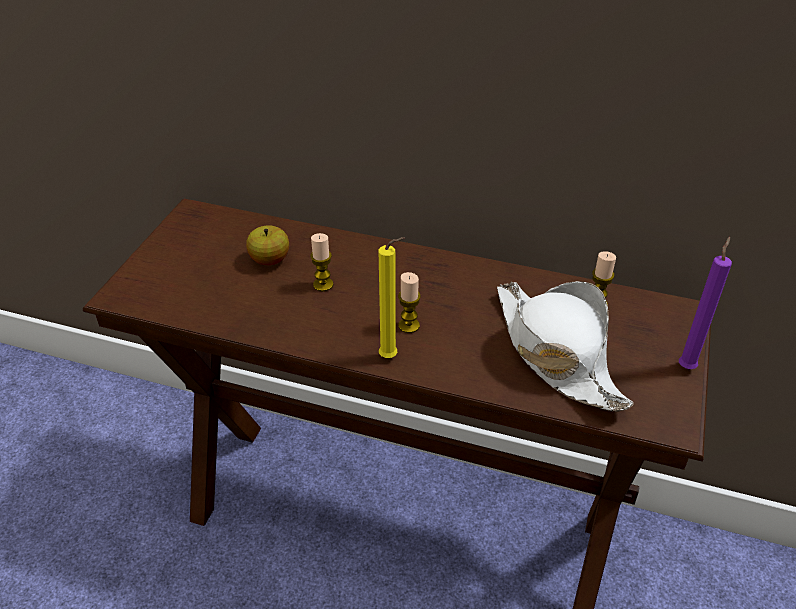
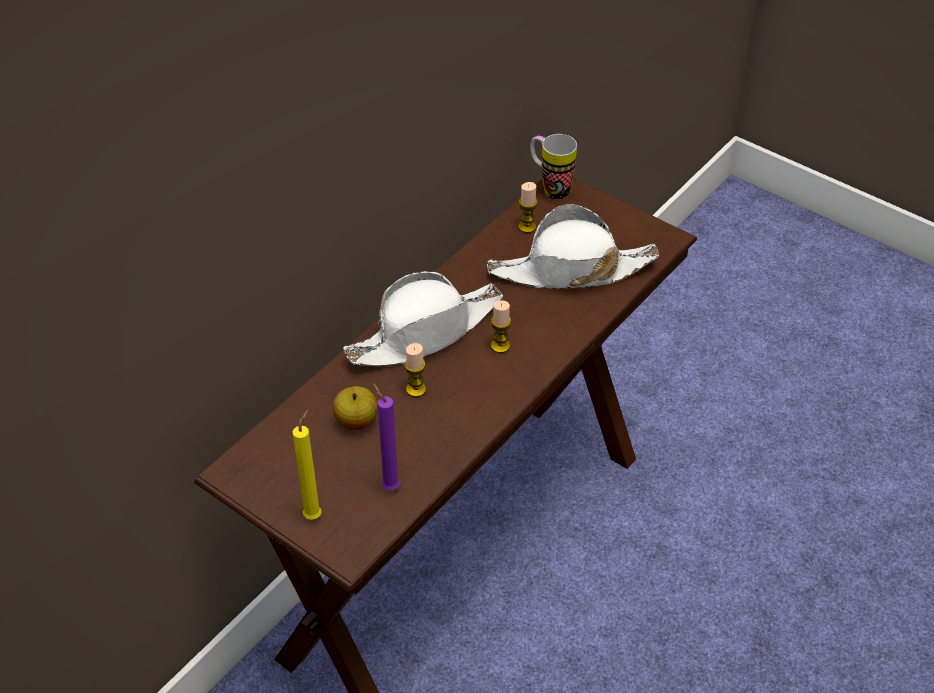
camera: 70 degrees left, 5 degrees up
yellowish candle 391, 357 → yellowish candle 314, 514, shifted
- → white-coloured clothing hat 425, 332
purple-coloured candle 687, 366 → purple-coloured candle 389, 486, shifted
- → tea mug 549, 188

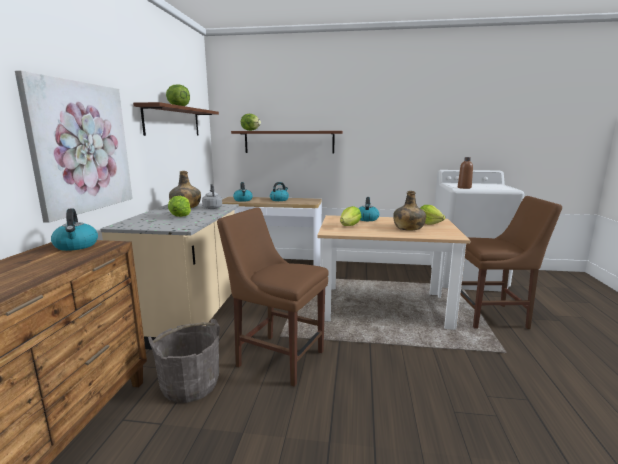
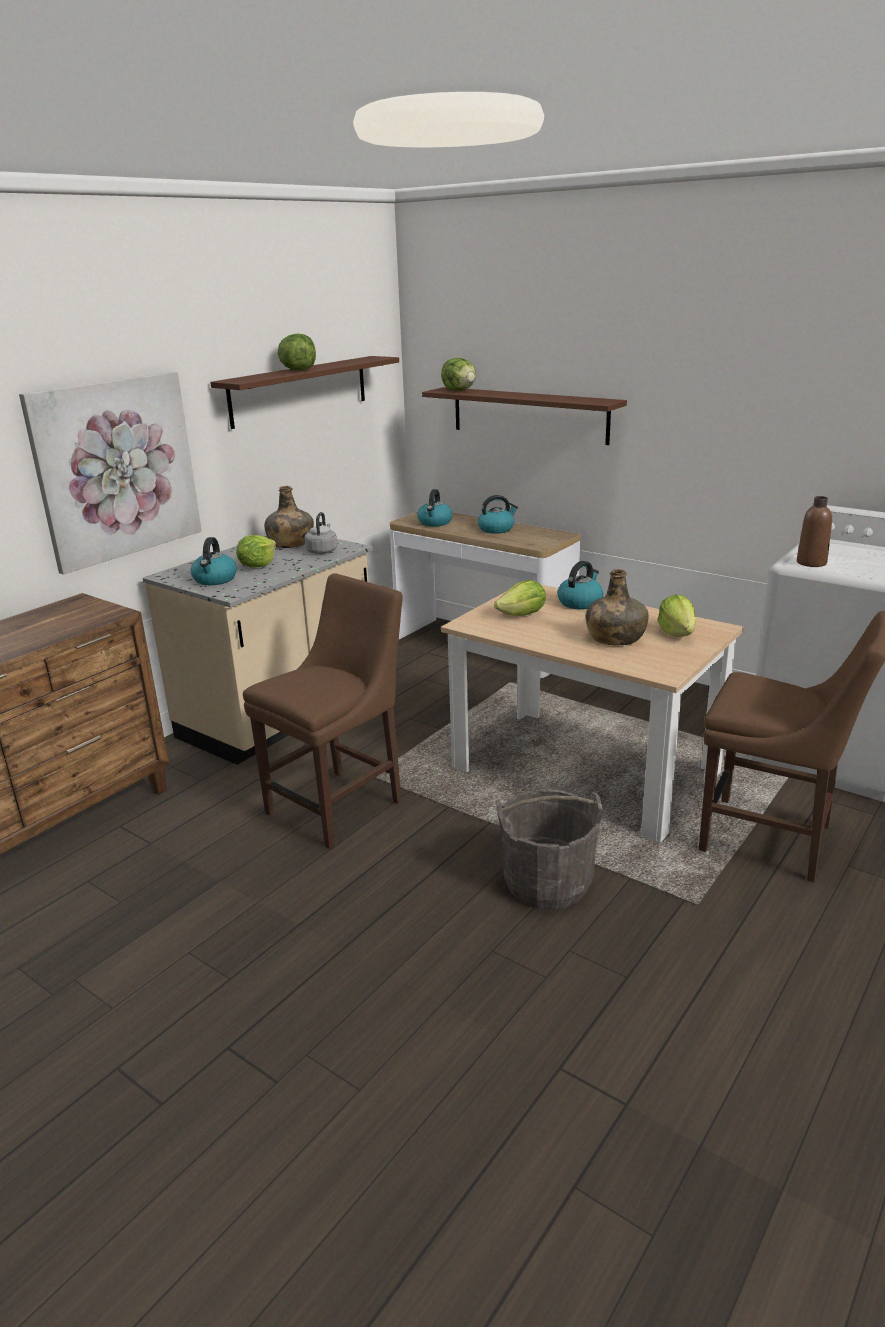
camera: 30 degrees right, 10 degrees up
kettle 76, 246 → kettle 215, 580, shifted
brown chair 277, 357 → brown chair 340, 804, 75 degrees clockwise
gray bucket 190, 384 → gray bucket 547, 882, shifted

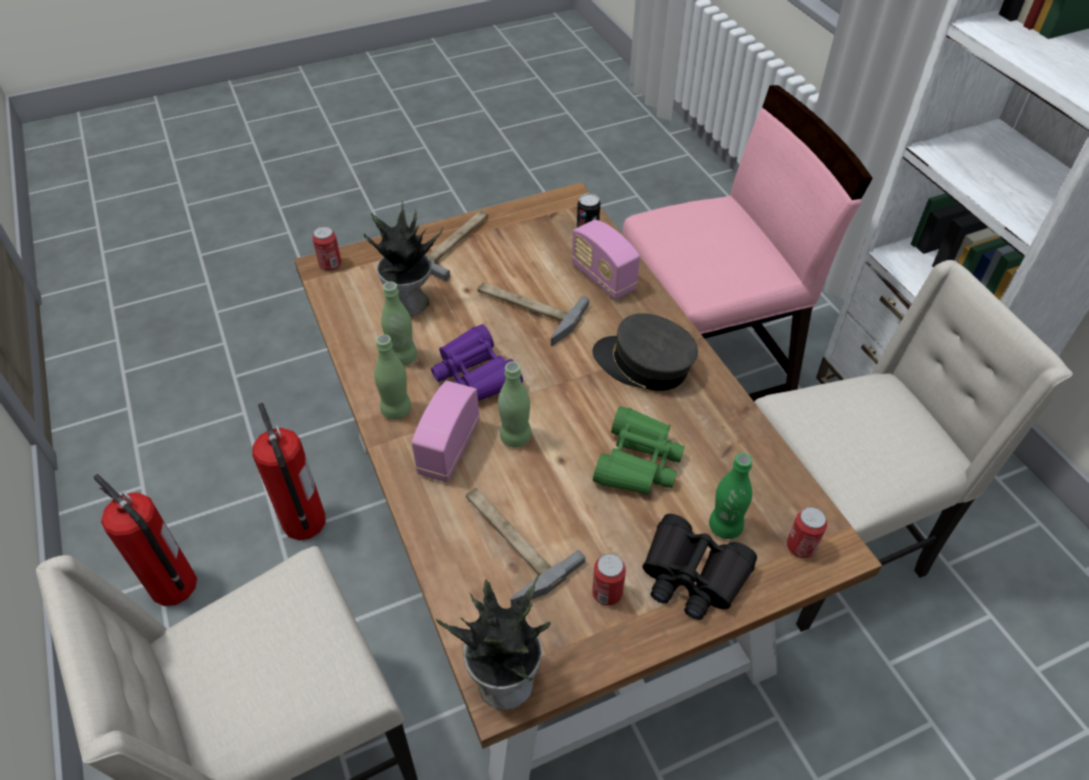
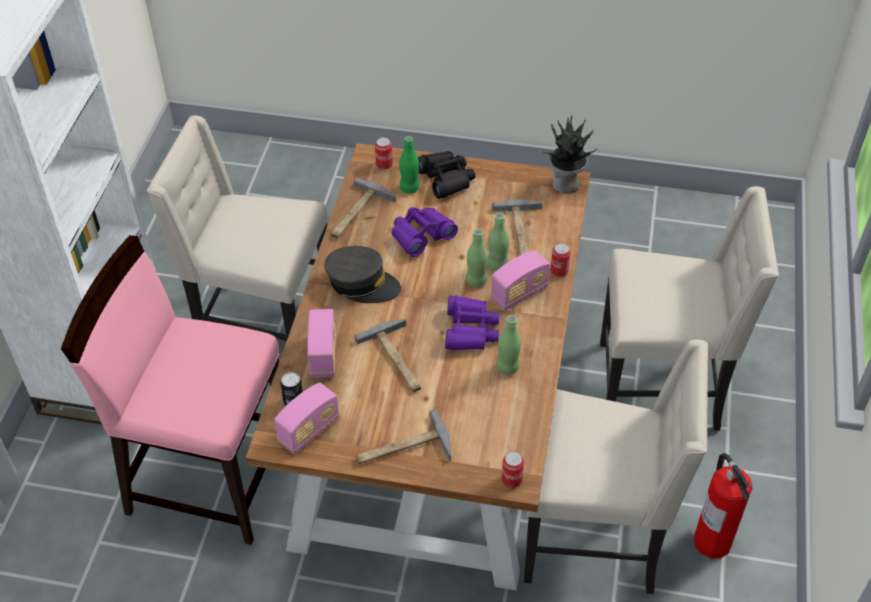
camera: 145 degrees left, 0 degrees up
- → radio set 309, 431
gray cap 643, 365 → gray cap 362, 283, 45 degrees counterclockwise
- → hand hammer 357, 214
greenish pair of binoculars 638, 462 → purple-coloured pair of binoculars 421, 235
greenish drink bottle 396, 410 → greenish drink bottle 497, 265, shifted
fire-fighting cylinder 304, 522 → beige chair 596, 537
can 607, 593 → can 559, 271, shifted
plant in a pot 410, 303 → -

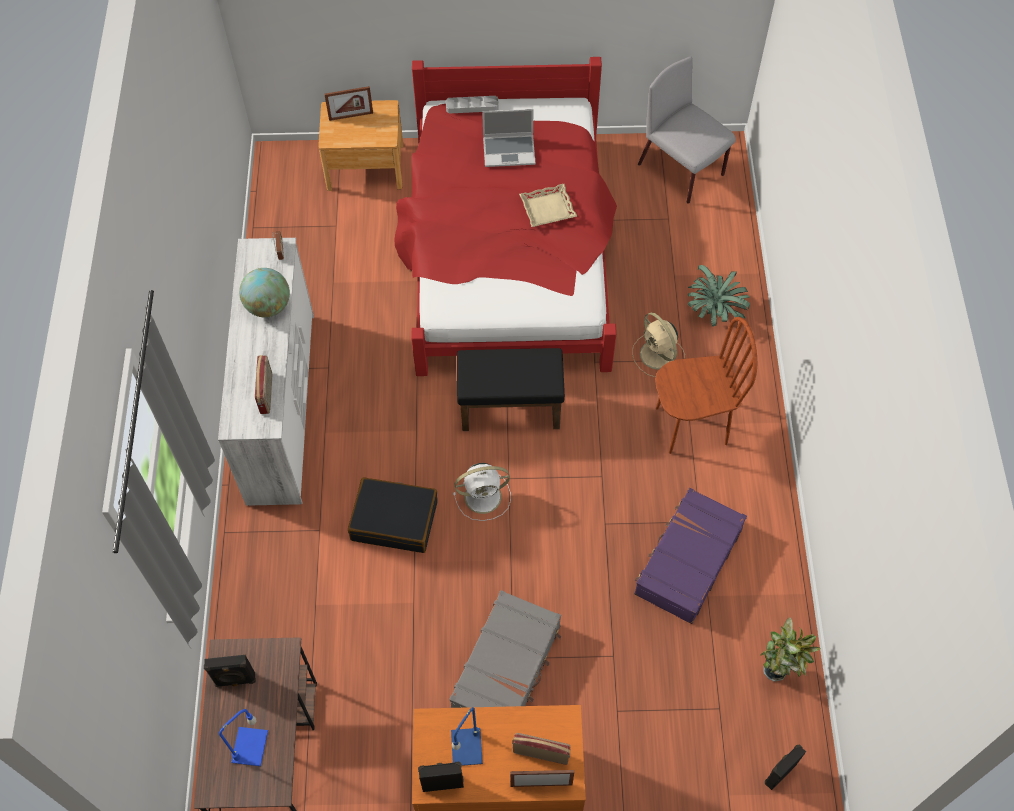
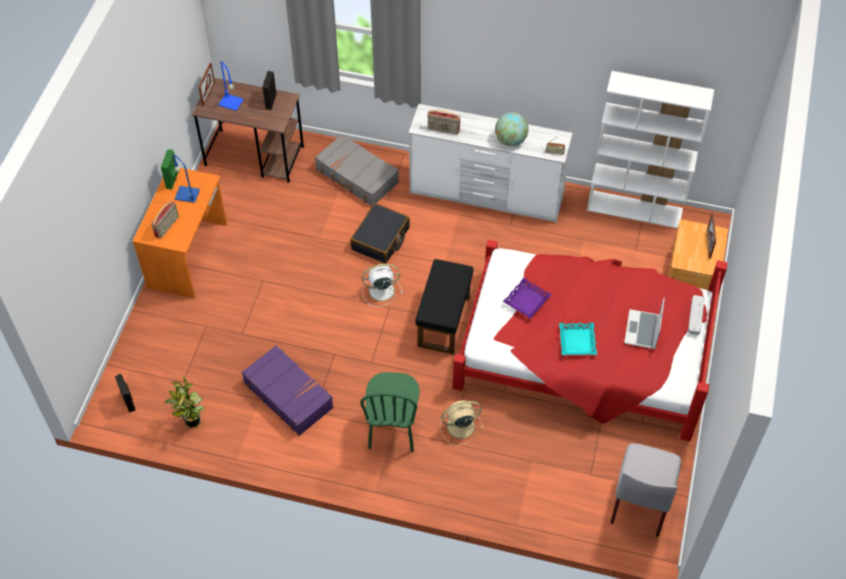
camera: 105 degrees right, 5 degrees down
black-coloured speaker 442, 783 → greenish speaker 173, 180
photo frame 541, 784 → photo frame 208, 94, shifted
gray piece of luggage 507, 667 → gray piece of luggage 357, 176, shifted
brown chair 691, 425 → greenish chair 392, 430
white-coloured electric fan 484, 496 → white-coloured electric fan 380, 290, 75 degrees clockwise
- → purple-coloured carrying tray 527, 301
beige carrying tray 547, 208 → turquoise-coloured carrying tray 577, 341
- → white-coloured bookshelf 635, 209
gray chair 682, 170 → gray chair 640, 501, 135 degrees clockwise
plant in a pot 715, 310 → -

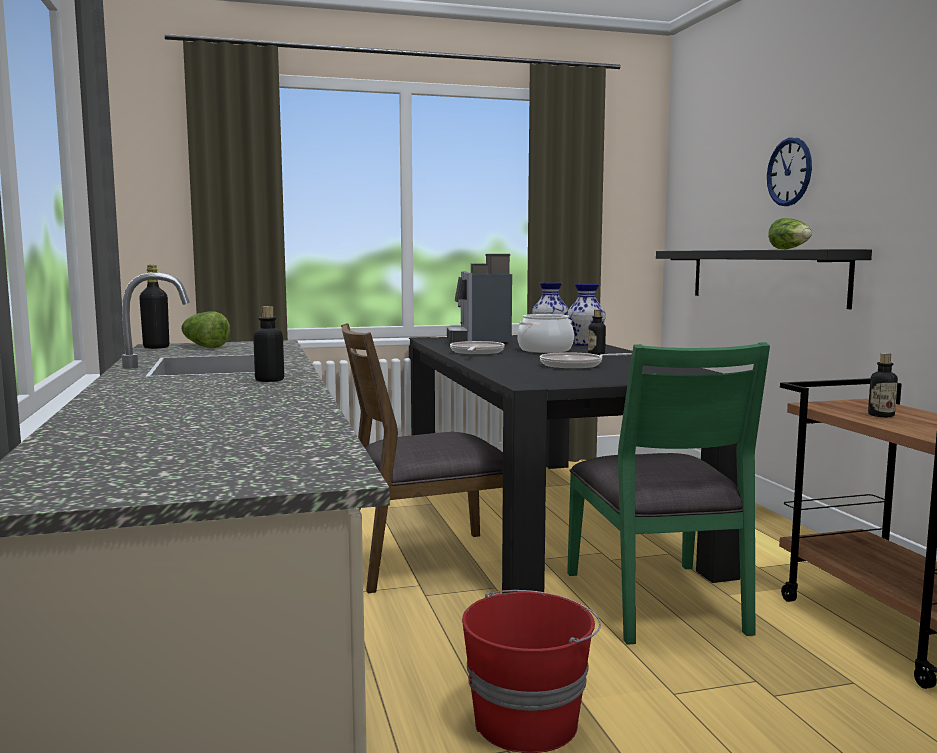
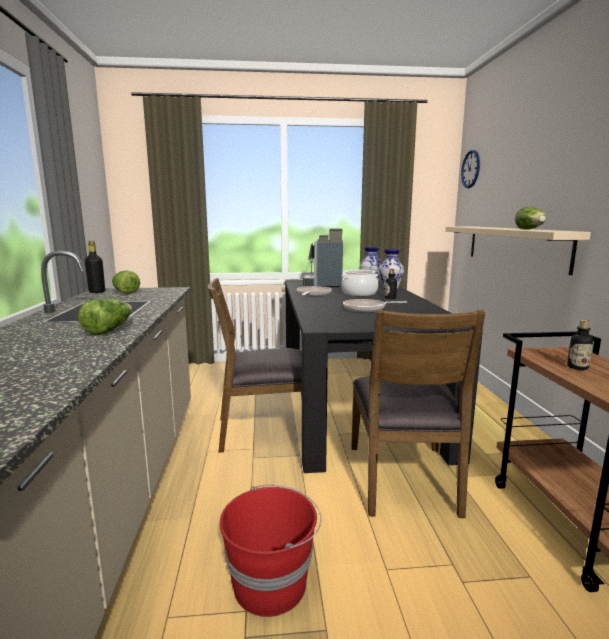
camera: 10 degrees right, 5 degrees up
drink bottle 269, 380 → lettuce head 109, 330
greenish chair 657, 601 → brown chair 404, 478
black-coloured shelf 764, 275 → beige shelf 514, 246
clock on the wall 789, 172 → clock on the wall 470, 169, shifted

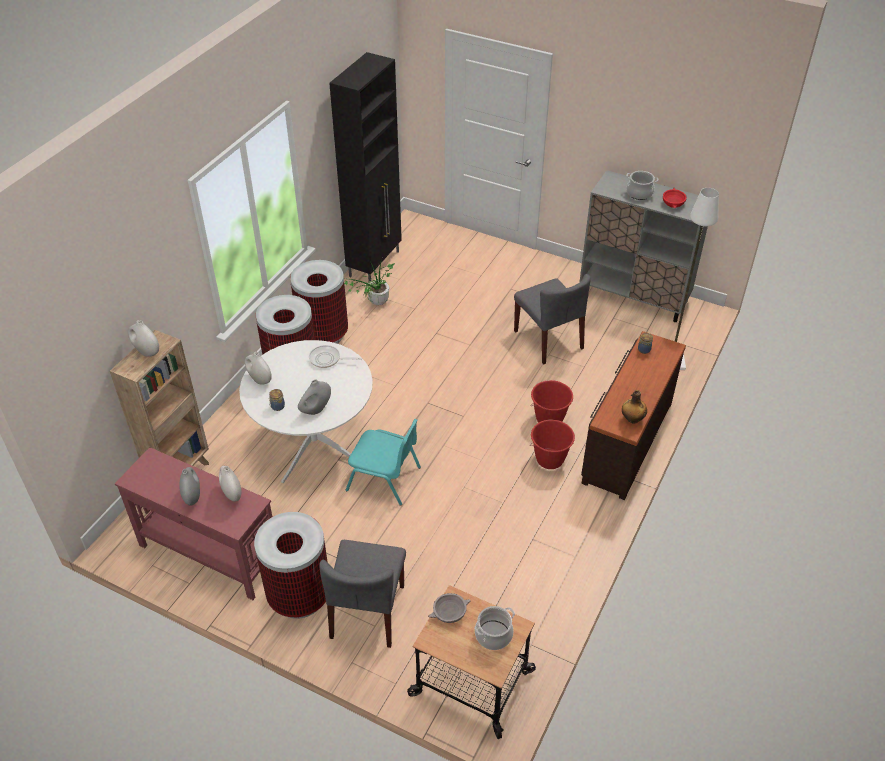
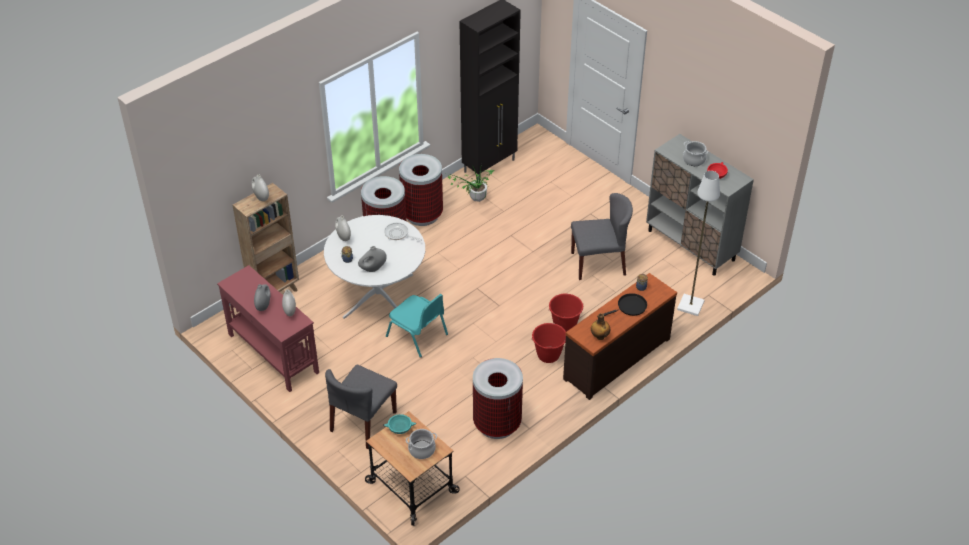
camera: 20 degrees right, 0 degrees up
gray serving bowl 449, 612 → turquoise-coloured serving bowl 400, 428
waste bin 299, 596 → waste bin 497, 424, shifted
gray chair 548, 340 → gray chair 598, 263, 90 degrees counterclockwise
- → black-coloured skillet 630, 307

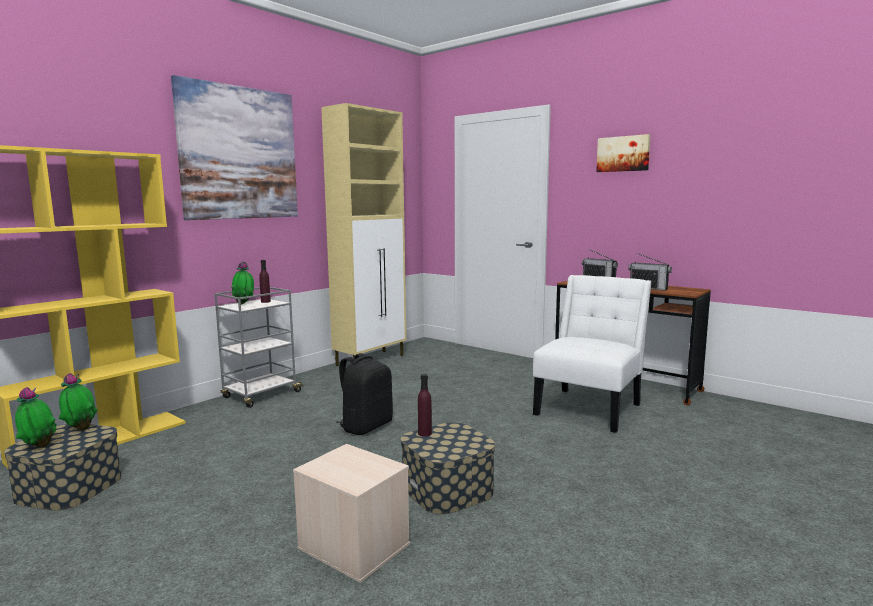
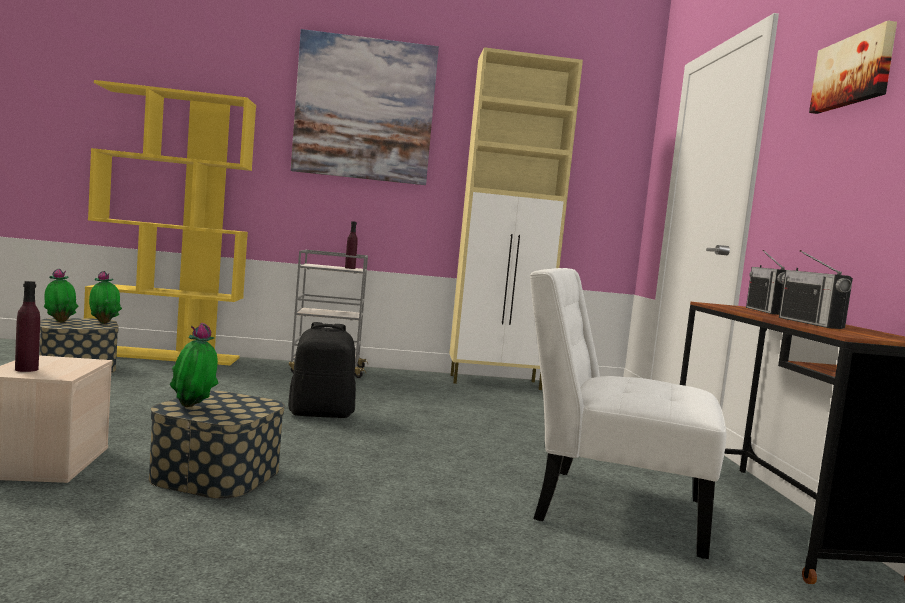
camera: 45 degrees right, 5 degrees down
purple-coloured drink bottle 424, 433 → purple-coloured drink bottle 26, 369, shifted
plant in a pot 244, 304 → plant in a pot 193, 407, shifted
white-coloured chair 590, 408 → white-coloured chair 609, 507, 150 degrees counterclockwise

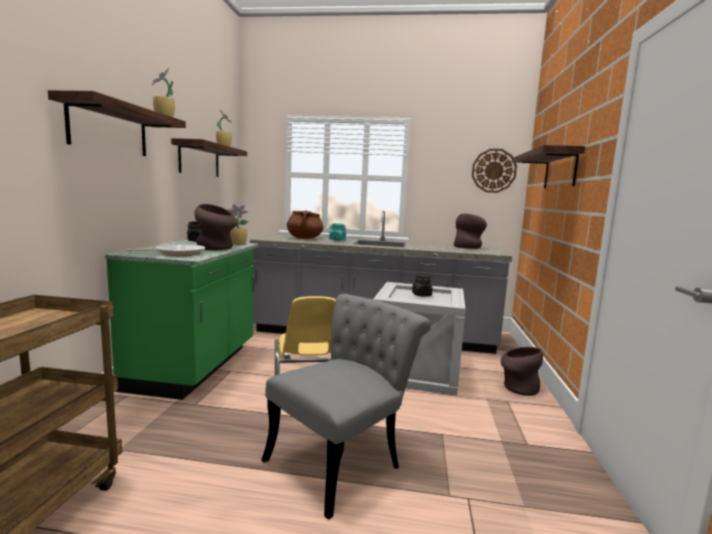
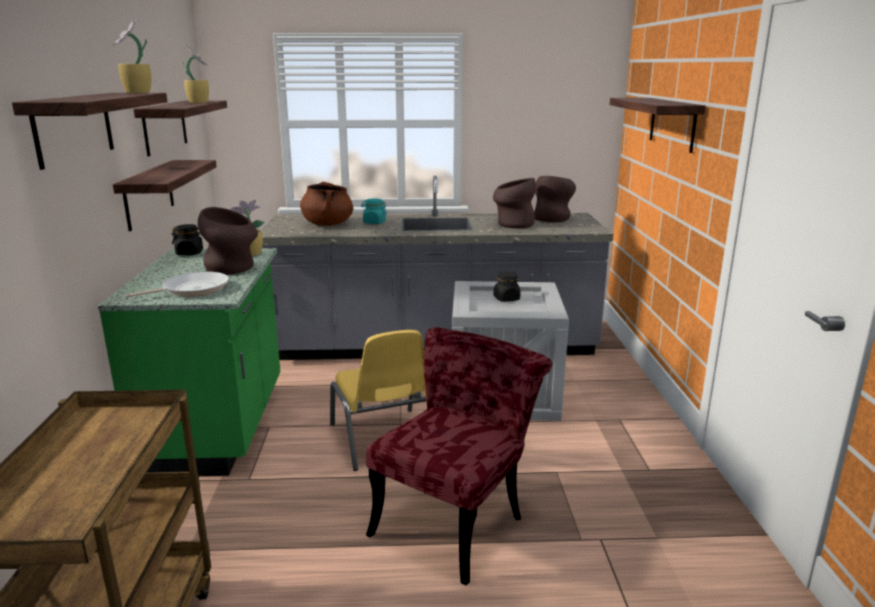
camera: 10 degrees left, 10 degrees up
- → shelf 149, 194
gray chair 343, 458 → reddish chair 456, 518
brown flower vase 517, 387 → brown flower vase 512, 224, shifted
clock on the wall 493, 170 → -

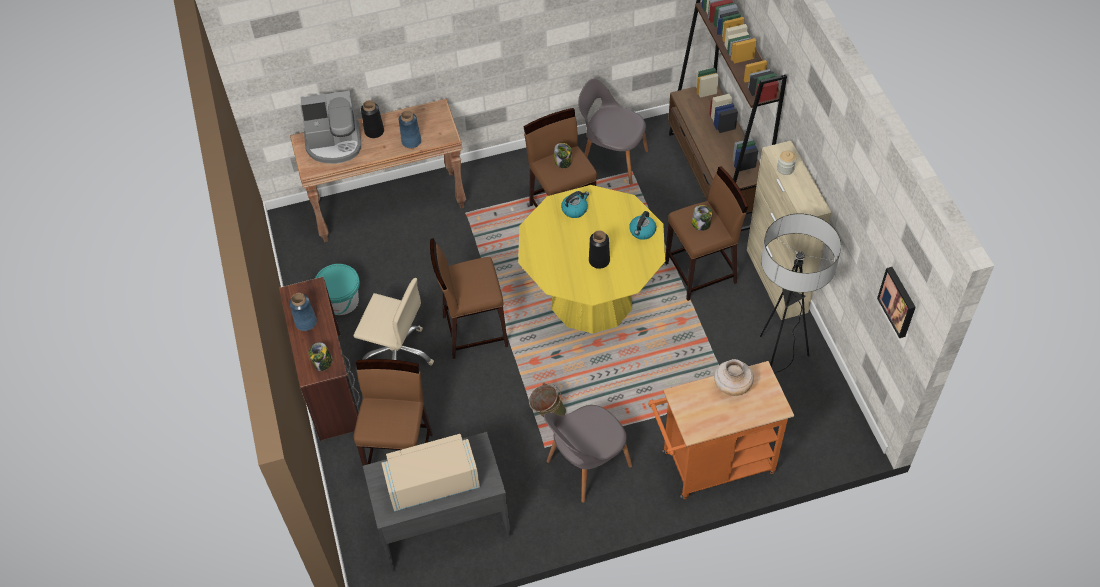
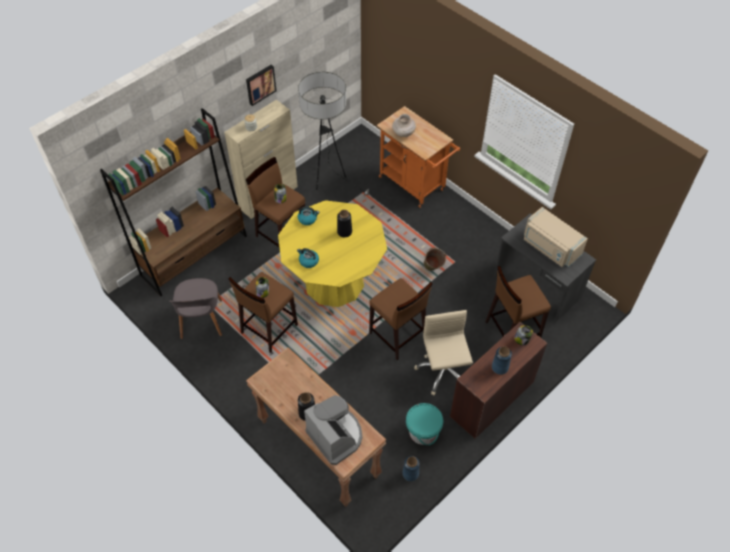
camera: 120 degrees left, 0 degrees up
wall picture 898, 301 → wall picture 260, 84, shifted
blue flower vase 411, 141 → blue flower vase 410, 474, shifted
gray chair 587, 465 → -

